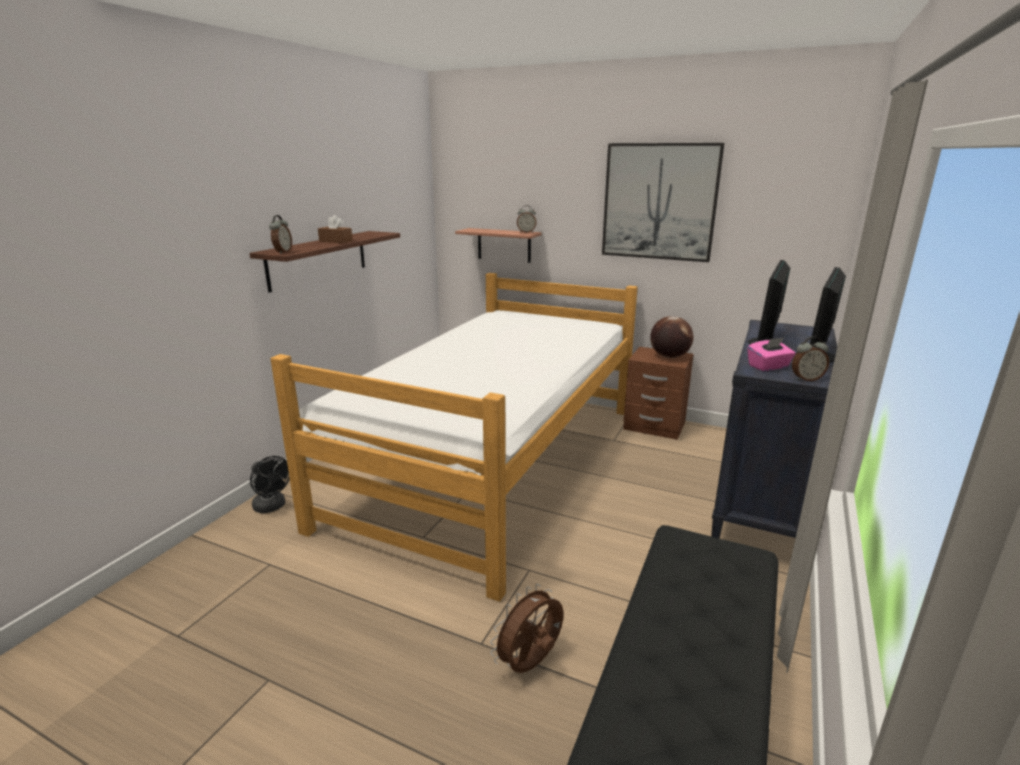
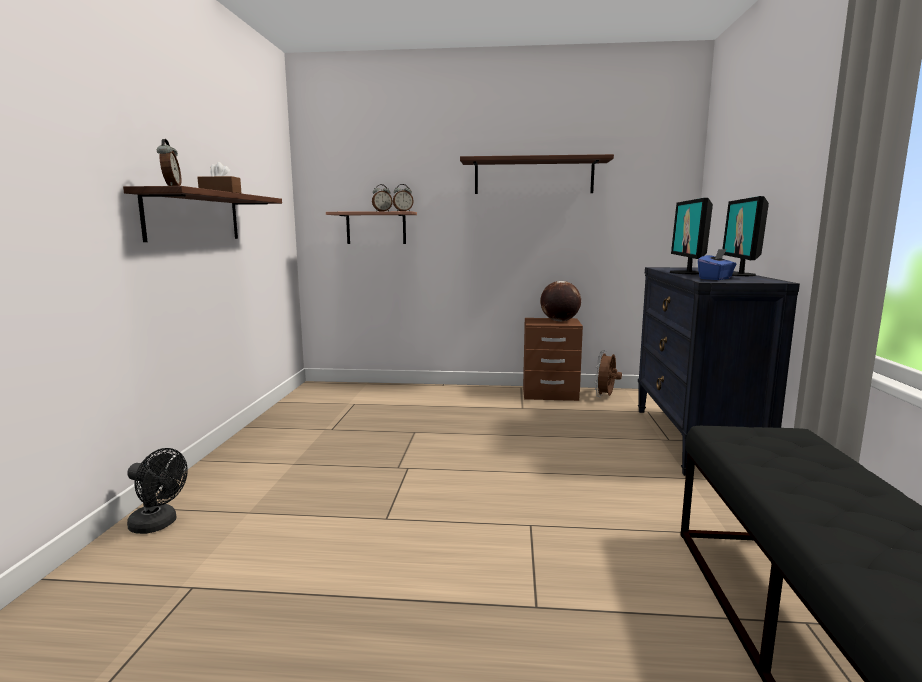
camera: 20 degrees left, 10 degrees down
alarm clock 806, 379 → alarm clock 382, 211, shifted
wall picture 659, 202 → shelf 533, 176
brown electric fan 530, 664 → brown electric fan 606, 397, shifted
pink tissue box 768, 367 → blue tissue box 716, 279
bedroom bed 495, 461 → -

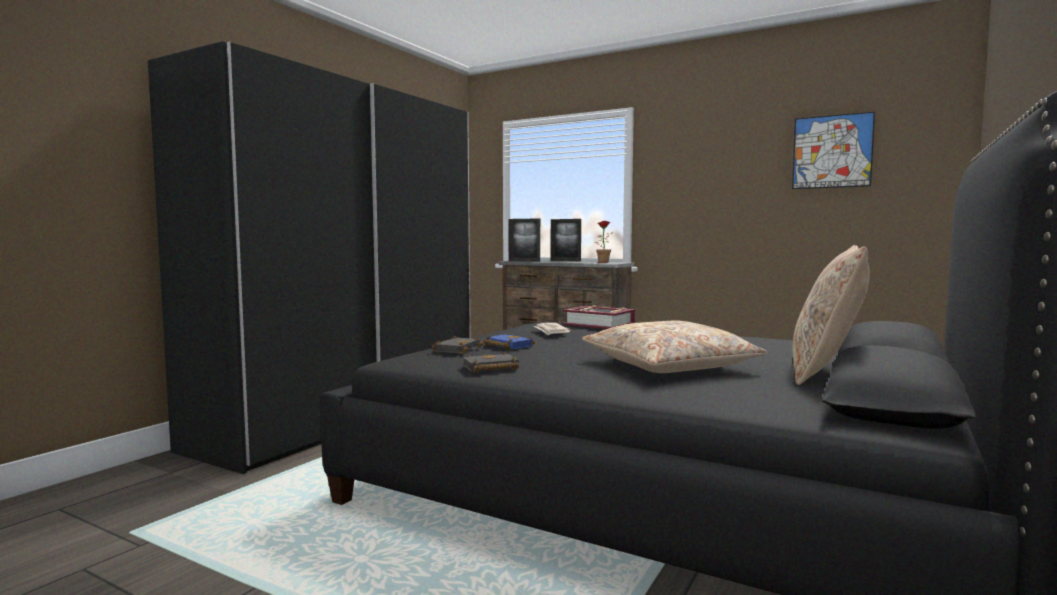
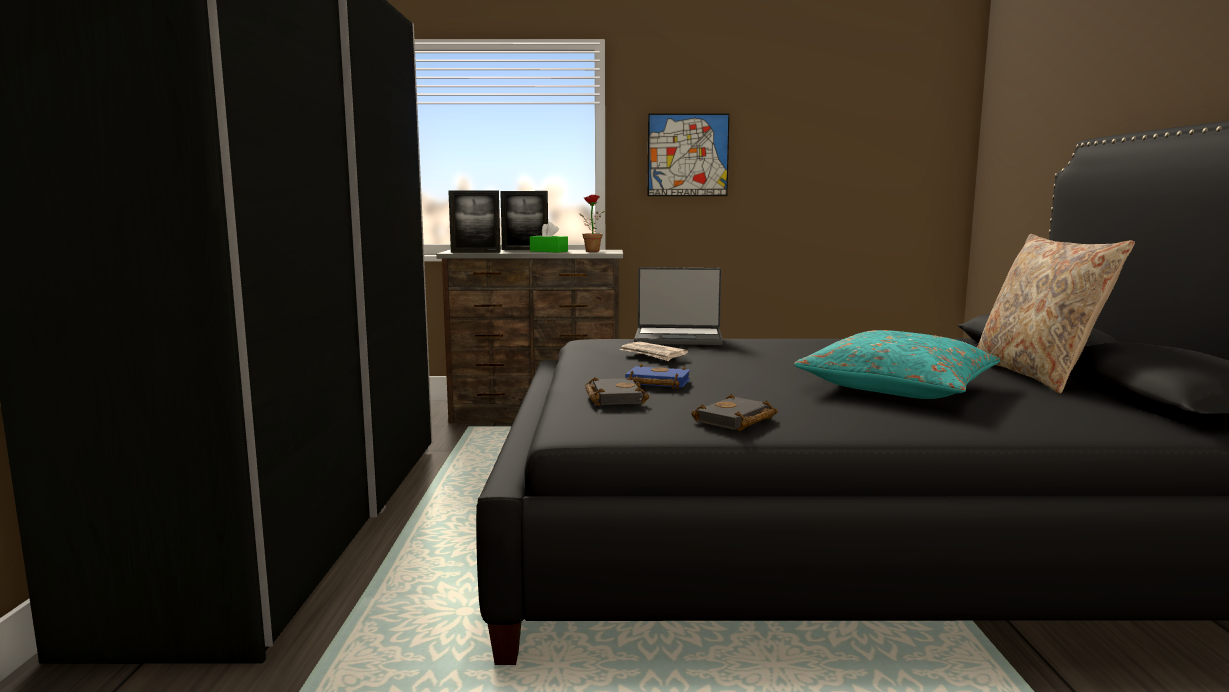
camera: 30 degrees left, 5 degrees up
- → greenish tissue box 549, 251
volume 599, 324 → notebook computer 678, 338
wall picture 832, 151 → wall picture 687, 155, shifted
beige cushion 669, 365 → turquoise-coloured cushion 898, 387

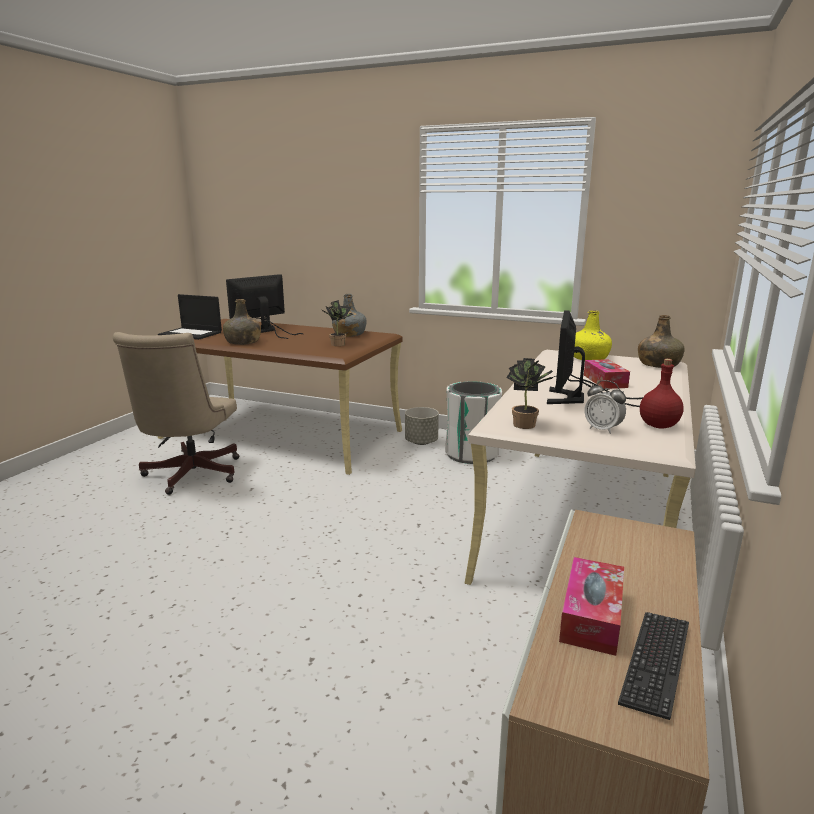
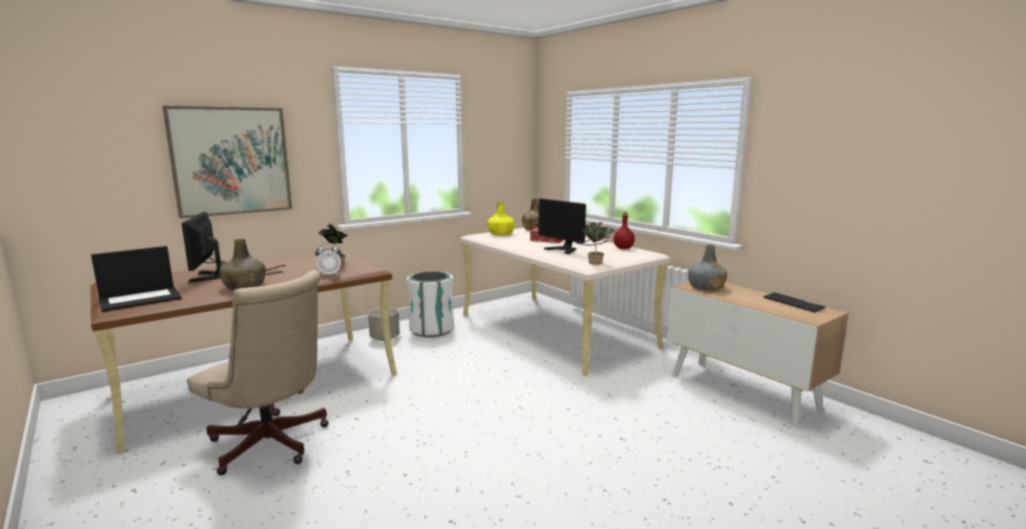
camera: 60 degrees left, 5 degrees down
- → wall picture 231, 161
alarm clock 602, 429 → alarm clock 330, 274, shifted
gray drink bottle 349, 334 → gray drink bottle 706, 287, shifted
tissue box 591, 616 → -

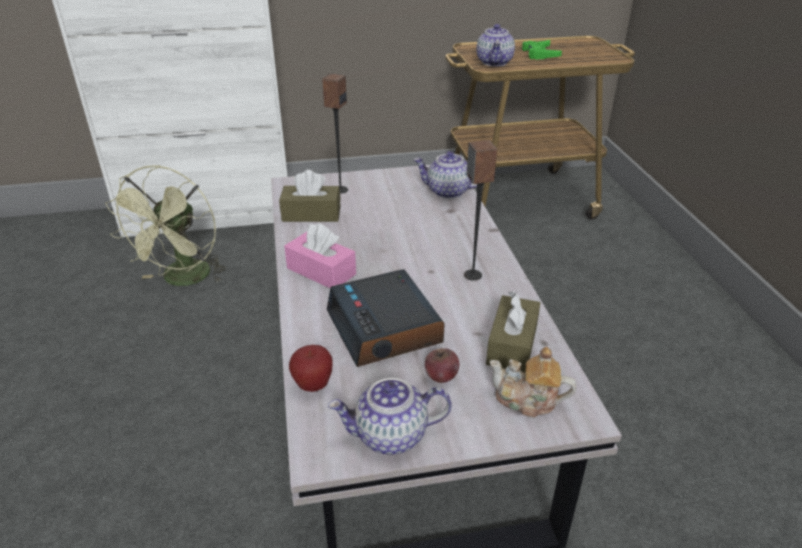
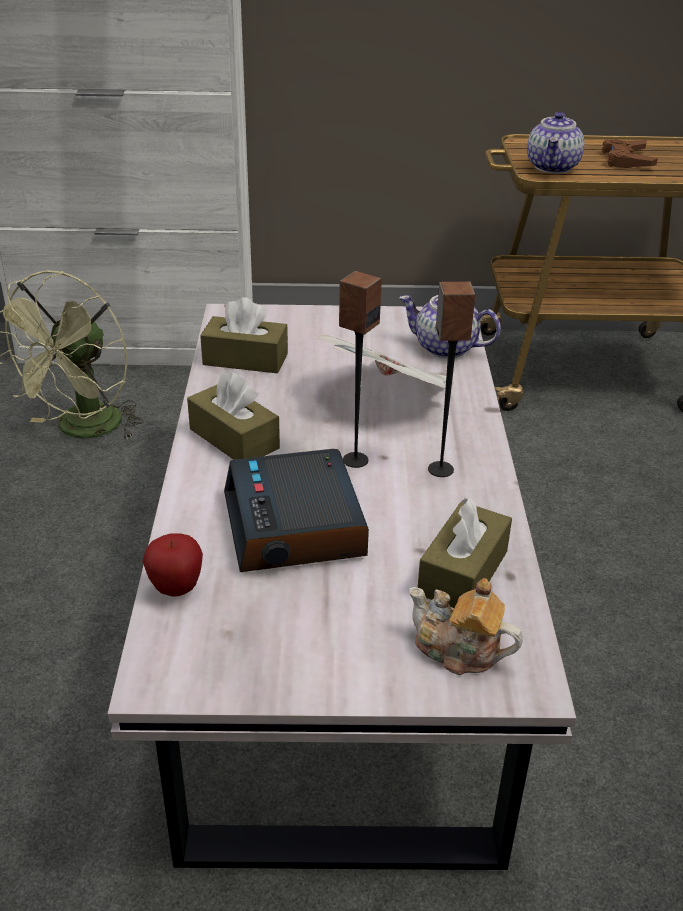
camera: 10 degrees right, 0 degrees up
pink tissue box 321, 271 → brown tissue box 234, 439
- → newspaper 391, 396
speaker 340, 190 → speaker 355, 460, shifted
greenish game controller 539, 54 → brown game controller 626, 160
pot for tea 390, 436 → -
whole apple 441, 376 → -

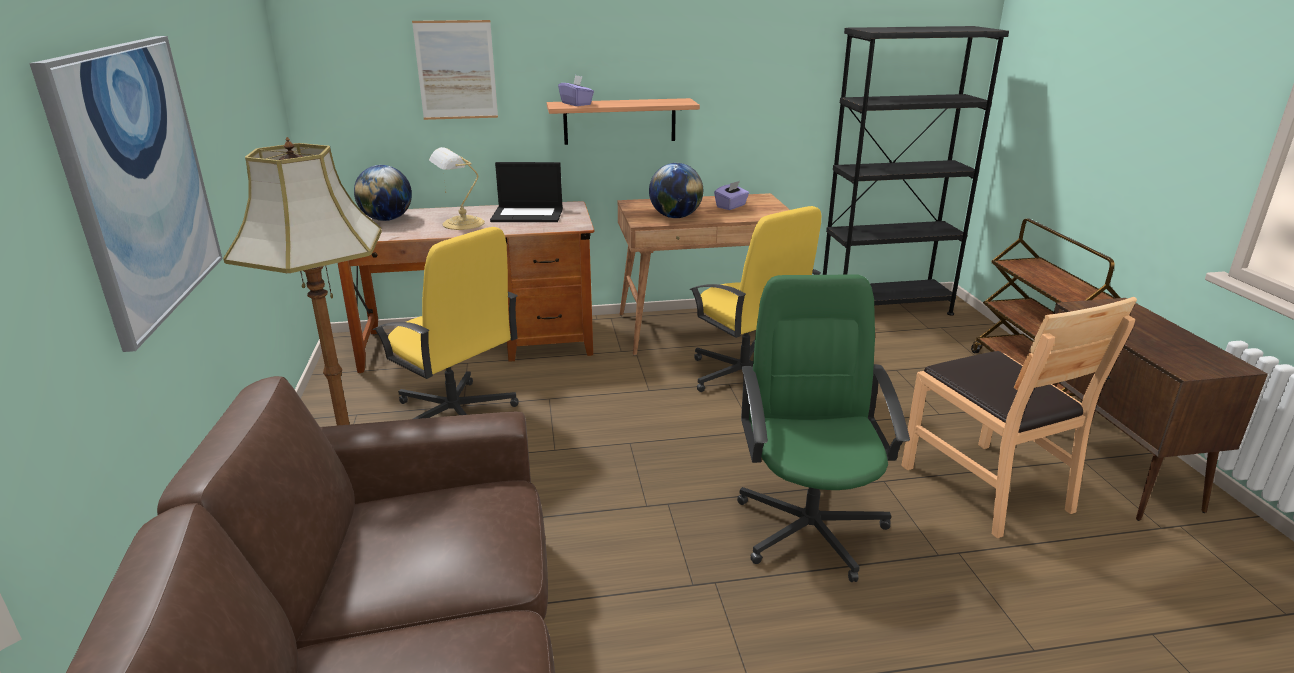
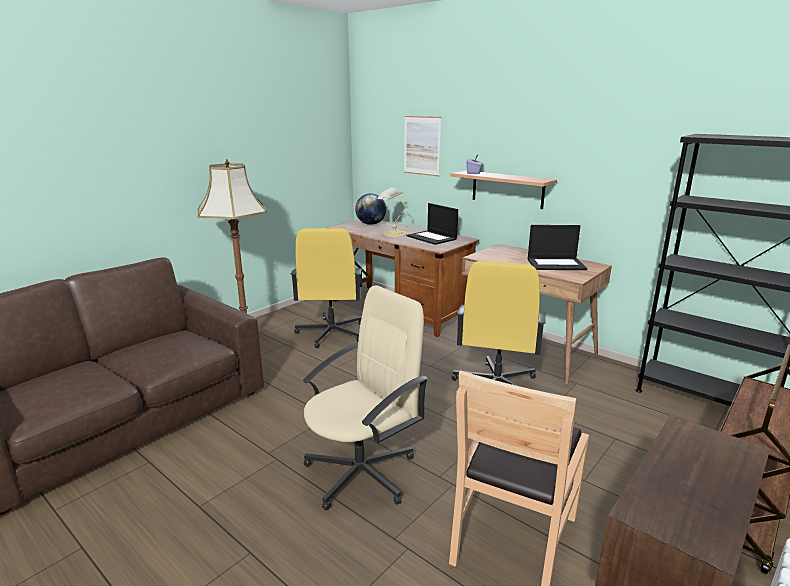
camera: 50 degrees right, 5 degrees down
greenish desk chair 810, 527 → beige desk chair 362, 472
purple-coloured tissue box 731, 206 → notebook computer 556, 264
wall picture 140, 182 → -
desk globe 675, 217 → -

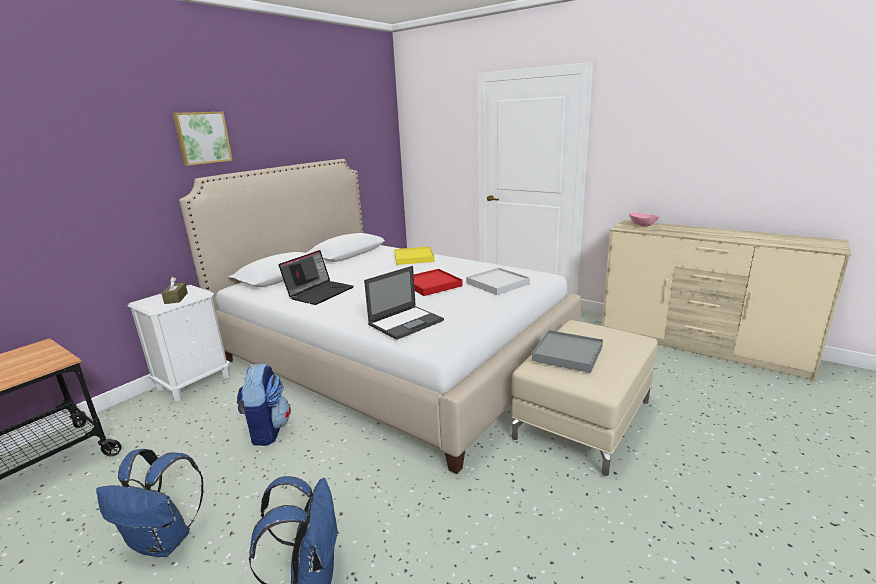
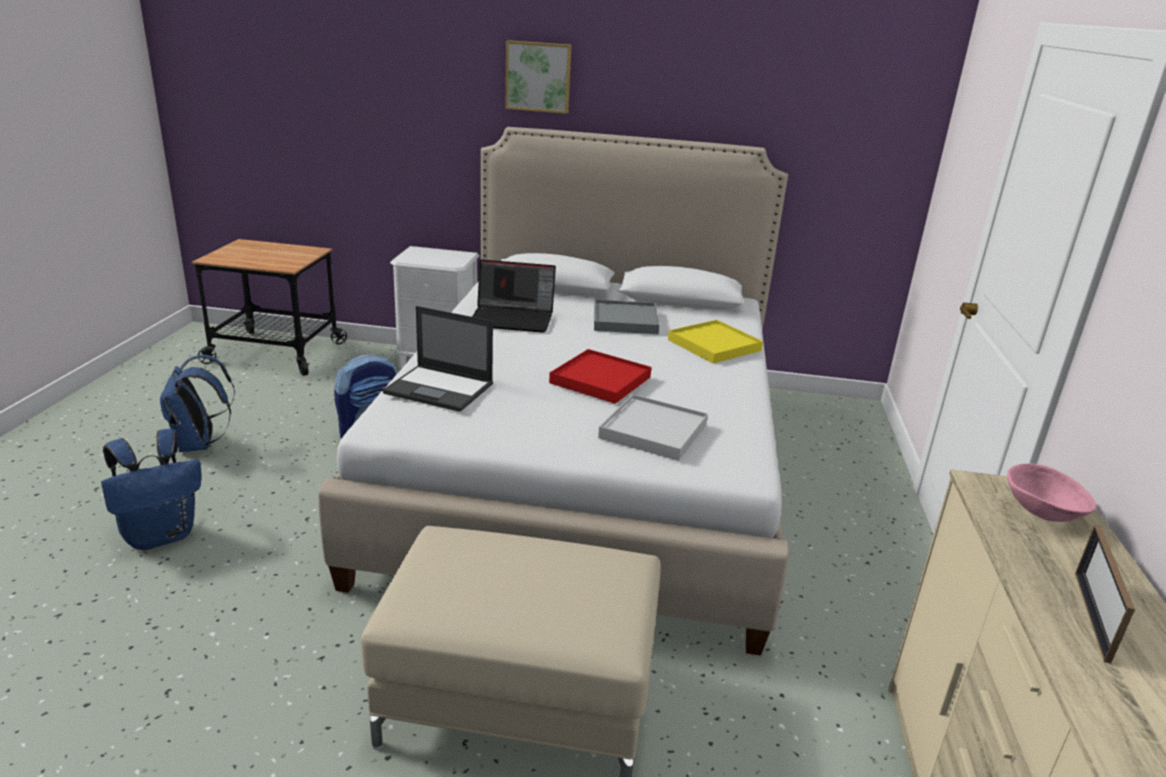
camera: 60 degrees right, 5 degrees up
gray carrying tray 568, 353 → gray carrying tray 625, 321, shifted
- → photo frame 1091, 615
brown tissue box 176, 298 → -

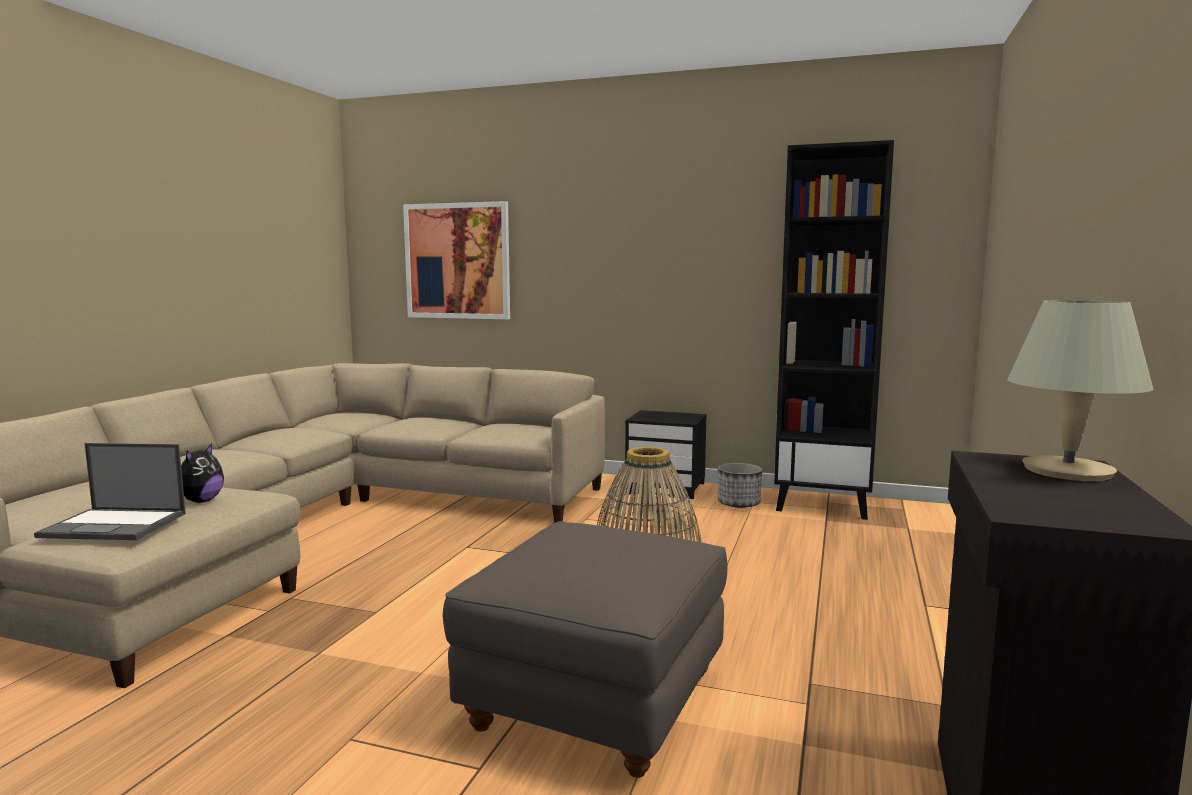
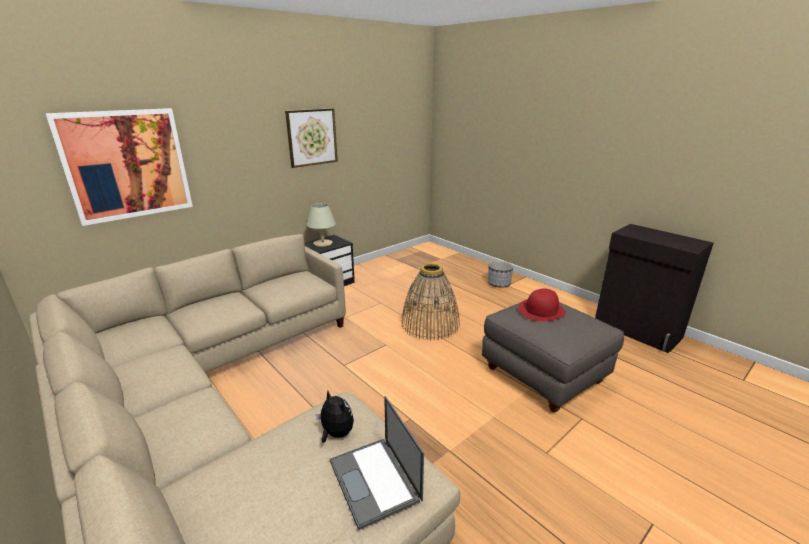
camera: 60 degrees left, 15 degrees up
- → wall picture 312, 137
beige lamp for a table 1067, 470 → beige lamp for a table 322, 243, shifted
notebook computer 116, 525 → notebook computer 375, 481, 120 degrees clockwise
planter 739, 504 → planter 499, 284, shifted
- → reddish clothing hat 541, 310
black-coloured bookshelf 823, 504 → -

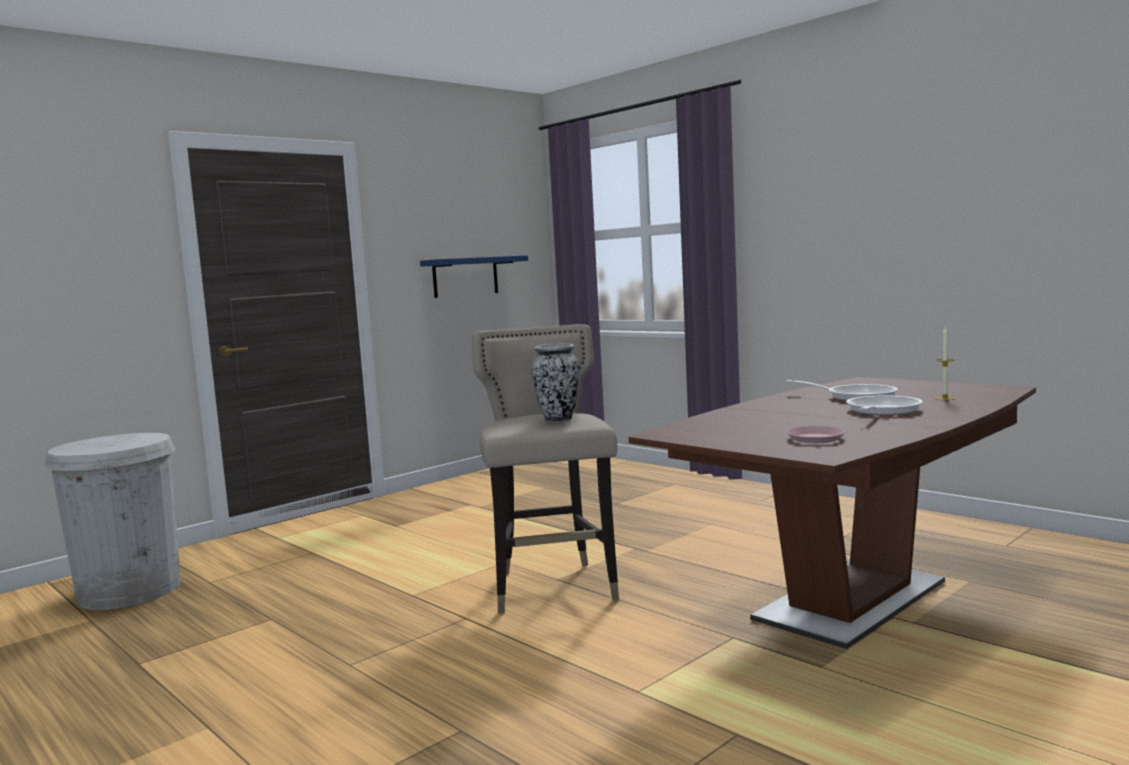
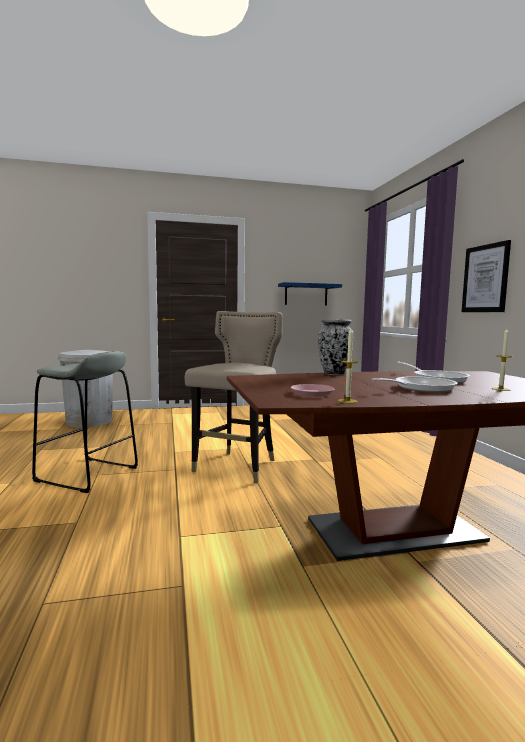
camera: 30 degrees right, 0 degrees up
- → gray stool seat 87, 474
flower vase 558, 419 → flower vase 334, 374, shifted
- → candle 347, 401
- → wall picture 485, 278

